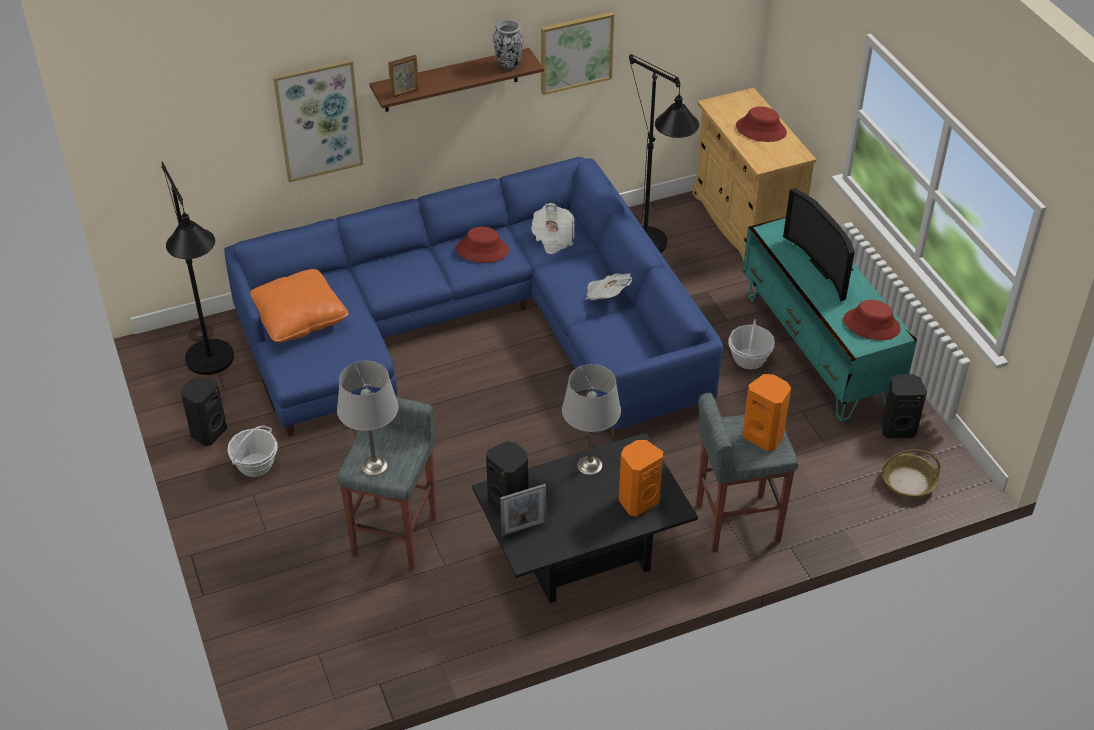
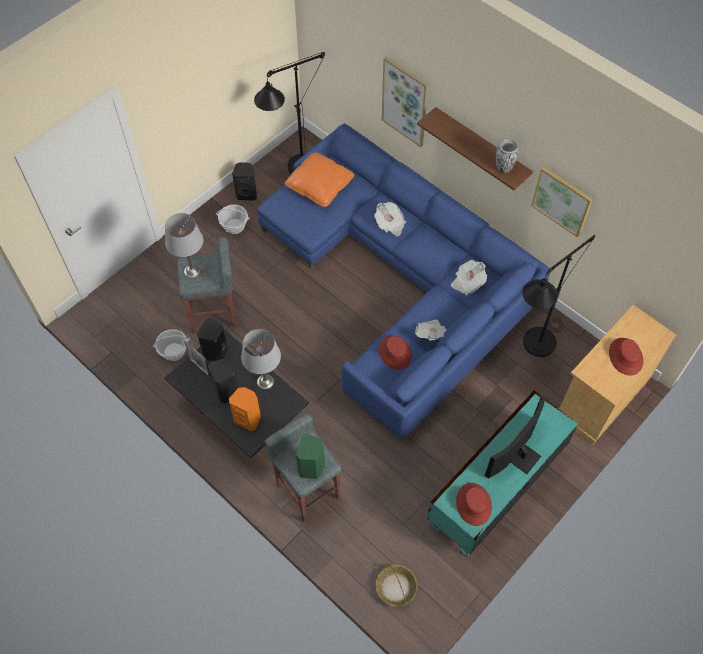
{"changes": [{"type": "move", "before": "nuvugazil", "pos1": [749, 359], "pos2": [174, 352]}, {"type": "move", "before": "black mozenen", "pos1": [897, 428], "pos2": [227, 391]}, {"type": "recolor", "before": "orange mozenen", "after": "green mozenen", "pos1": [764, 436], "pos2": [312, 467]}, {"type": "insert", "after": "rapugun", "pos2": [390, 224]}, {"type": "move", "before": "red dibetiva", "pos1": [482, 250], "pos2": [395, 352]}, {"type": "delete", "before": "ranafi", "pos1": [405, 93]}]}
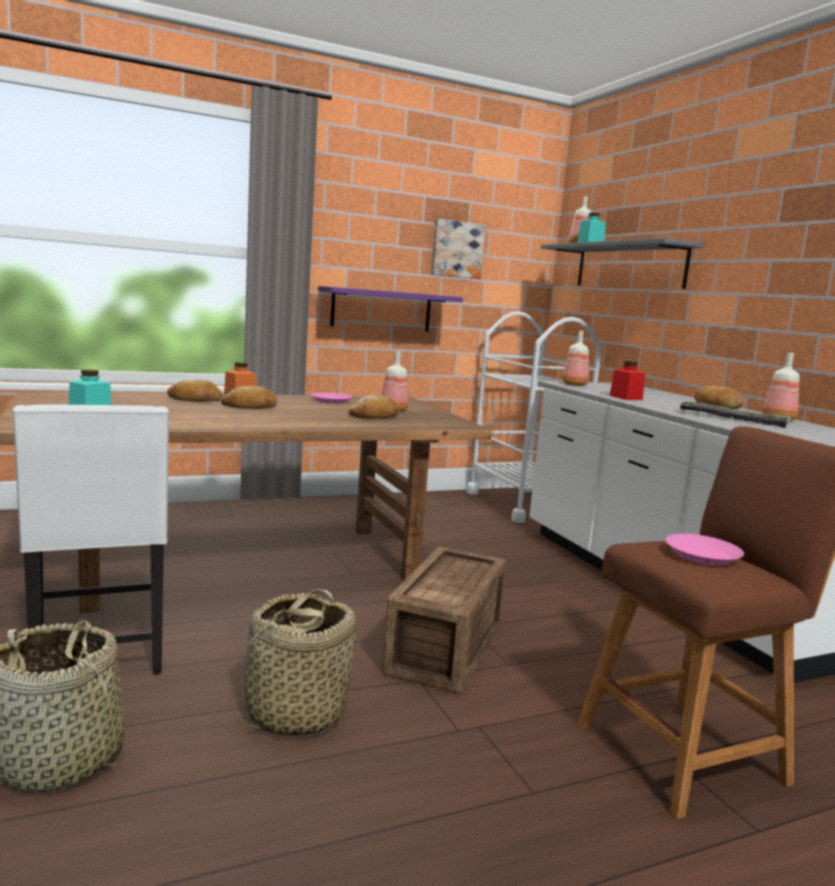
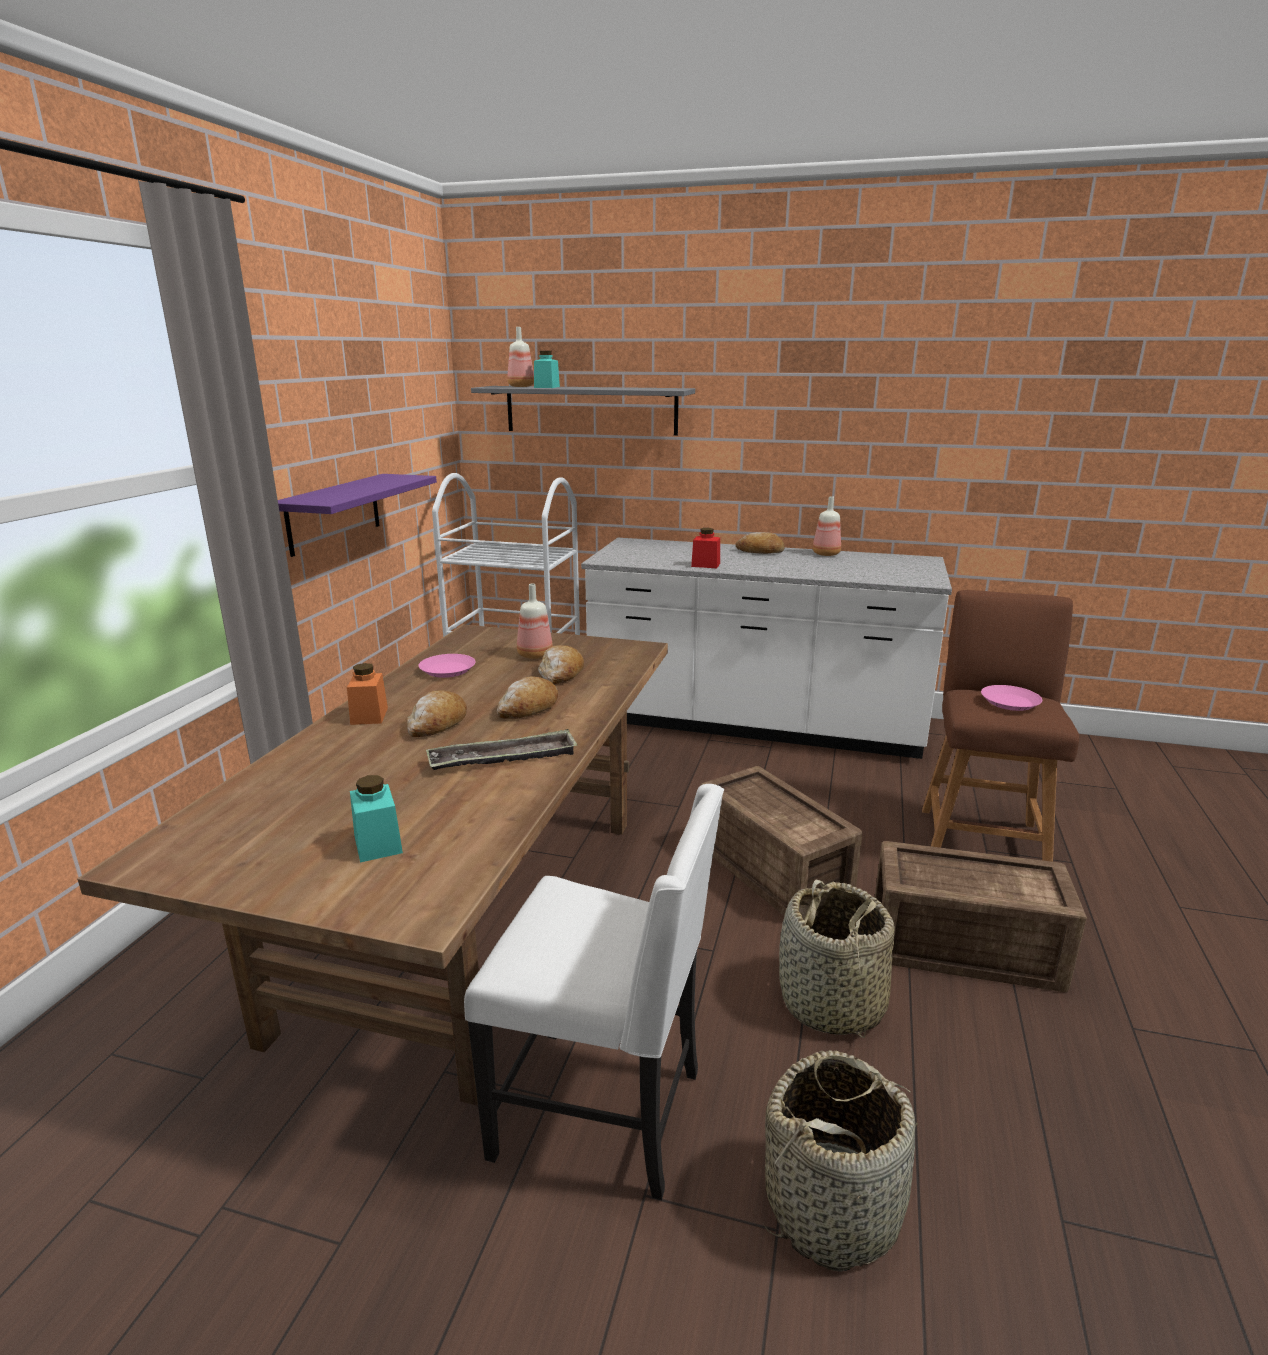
{"changes": [{"type": "move", "before": "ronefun", "pos1": [732, 419], "pos2": [503, 758]}, {"type": "move", "before": "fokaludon", "pos1": [195, 400], "pos2": [528, 708]}, {"type": "insert", "after": "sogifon", "pos2": [960, 946]}, {"type": "delete", "before": "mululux", "pos1": [456, 249]}, {"type": "delete", "before": "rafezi", "pos1": [574, 384]}]}
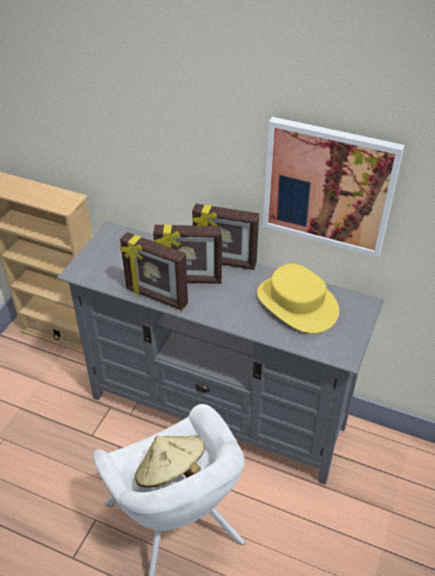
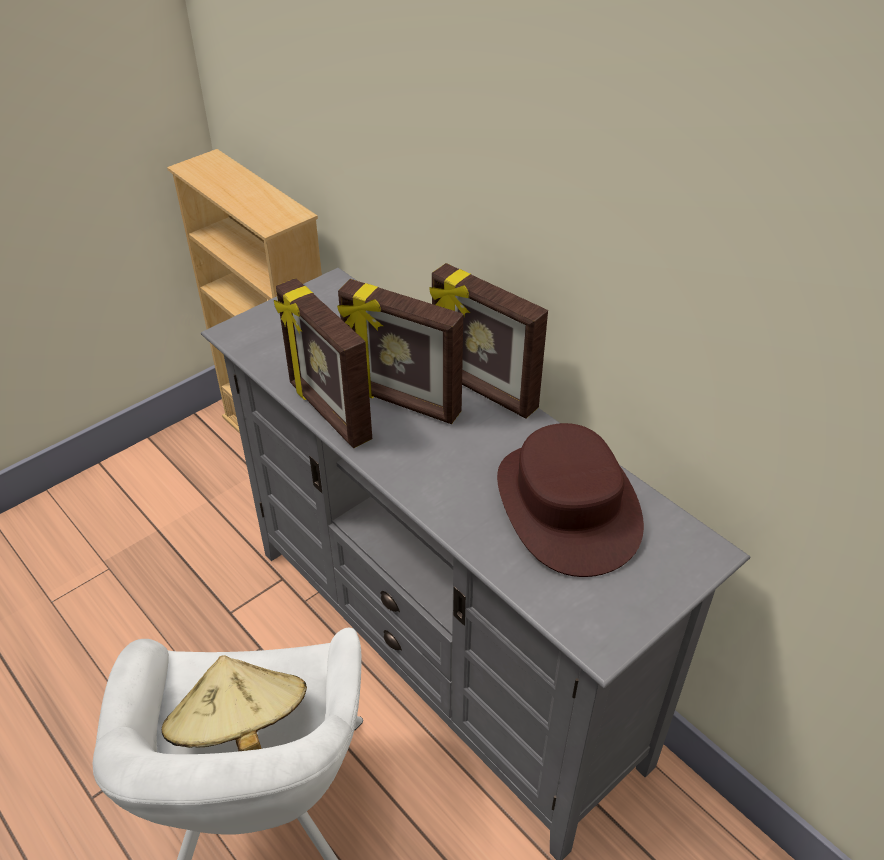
{"changes": [{"type": "recolor", "before": "yellow dibetiva", "after": "brown dibetiva", "pos1": [296, 304], "pos2": [566, 506]}, {"type": "delete", "before": "mululux", "pos1": [328, 186]}]}
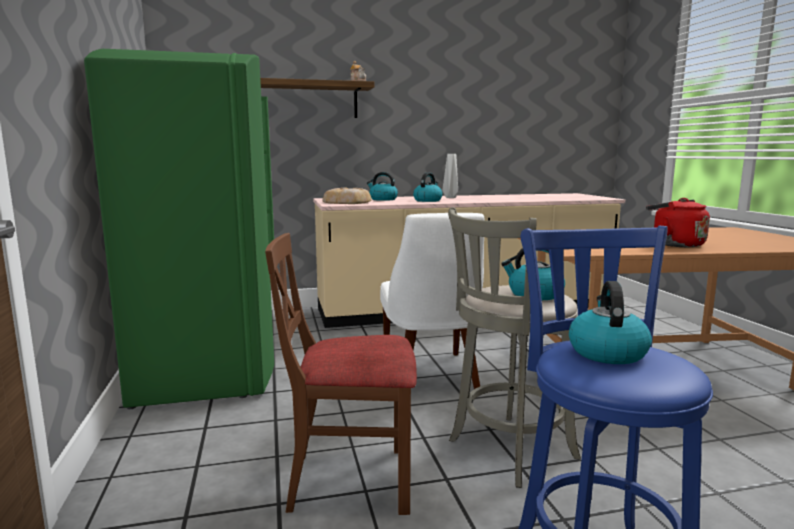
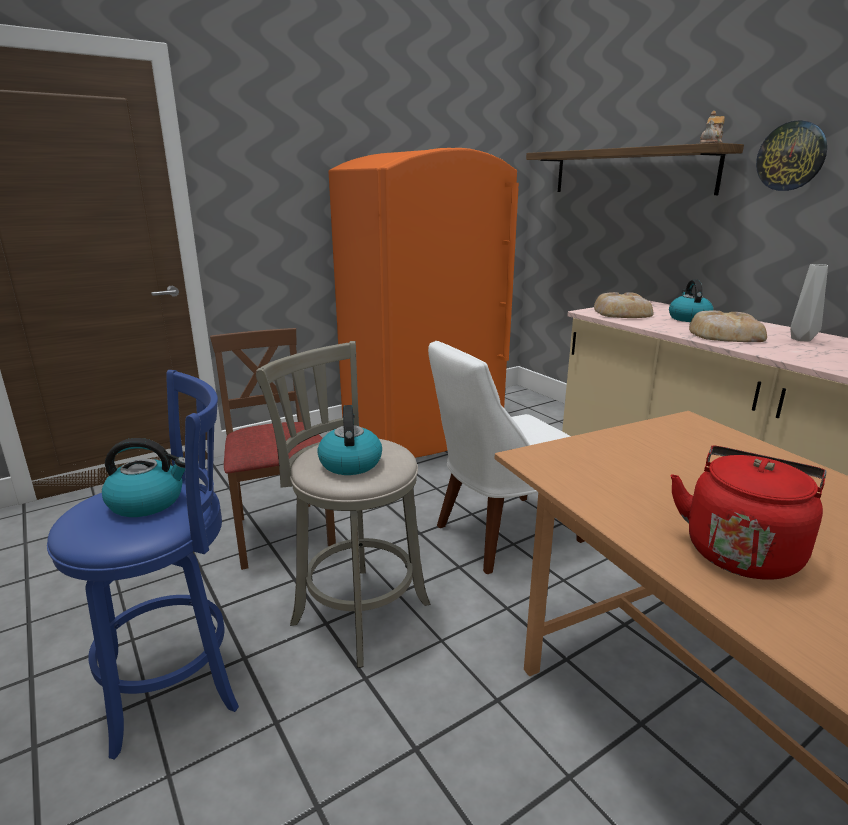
{"changes": [{"type": "recolor", "before": "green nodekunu", "after": "orange nodekunu", "pos1": [208, 370], "pos2": [424, 431]}, {"type": "replace", "before": "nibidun", "after": "fokaludon", "pos1": [428, 200], "pos2": [723, 334]}, {"type": "insert", "after": "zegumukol", "pos2": [791, 156]}]}
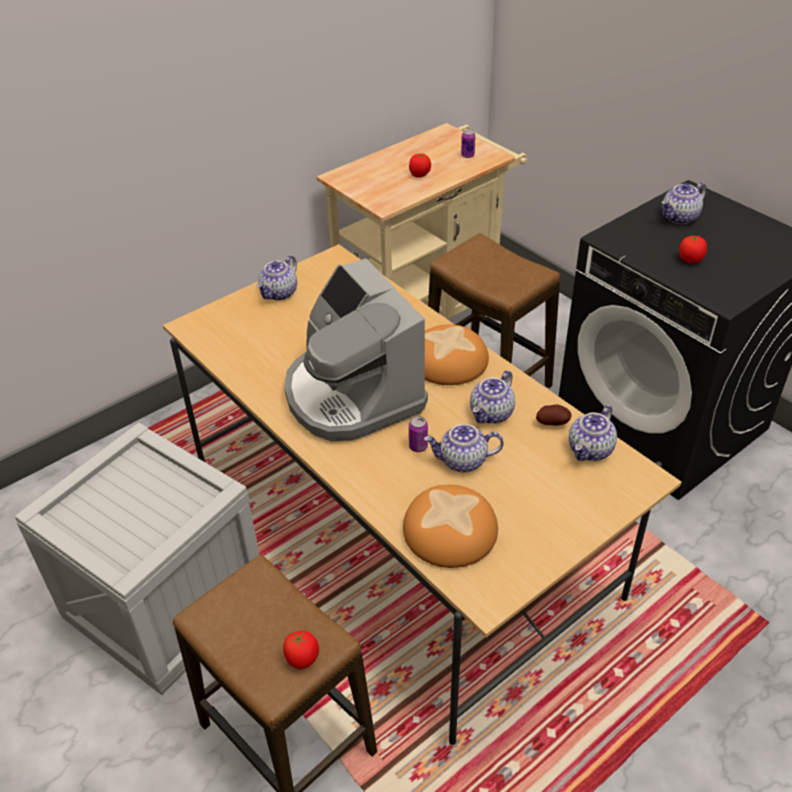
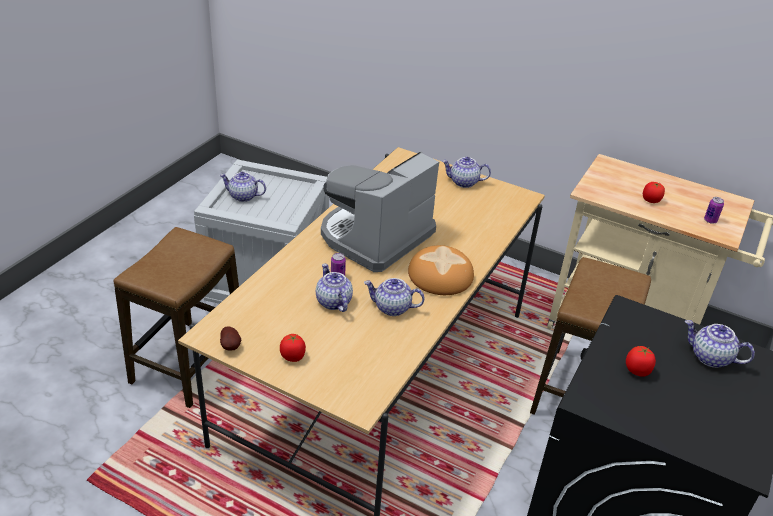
{"changes": [{"type": "move", "before": "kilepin", "pos1": [590, 450], "pos2": [243, 196]}, {"type": "move", "before": "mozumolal", "pos1": [552, 423], "pos2": [231, 346]}, {"type": "move", "before": "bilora", "pos1": [302, 658], "pos2": [293, 357]}, {"type": "delete", "before": "fokaludon", "pos1": [450, 531]}]}
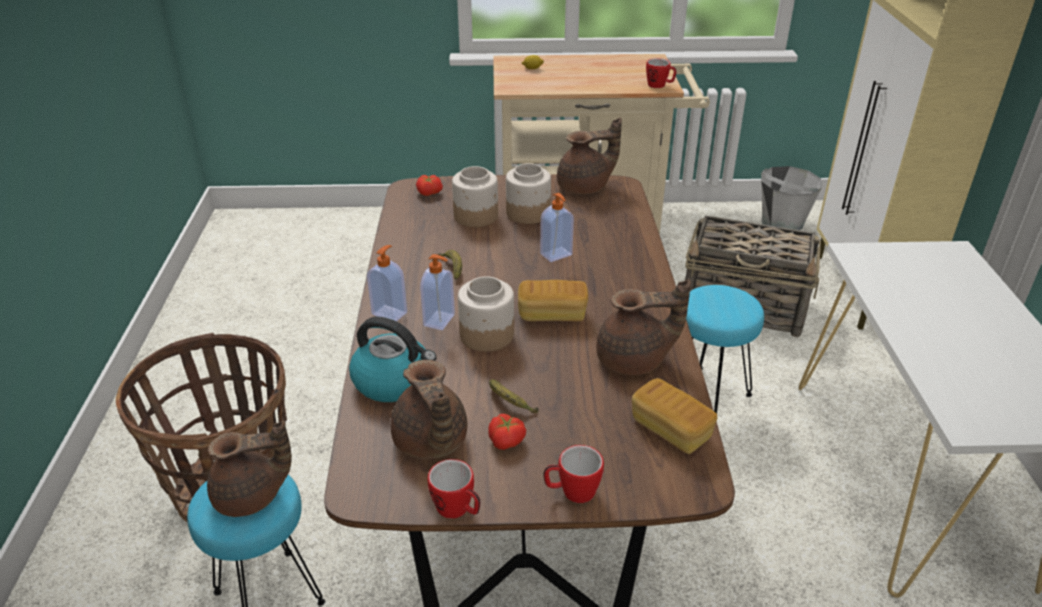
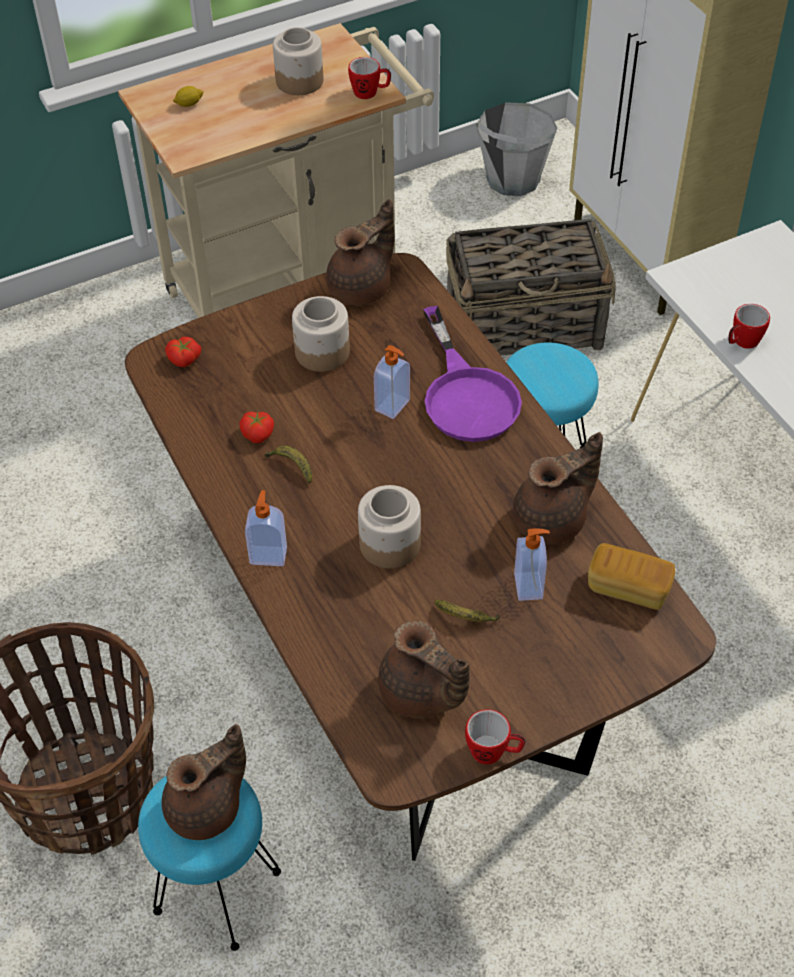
{"changes": [{"type": "move", "before": "bilora", "pos1": [507, 441], "pos2": [258, 434]}, {"type": "move", "before": "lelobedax", "pos1": [476, 216], "pos2": [300, 81]}, {"type": "insert", "after": "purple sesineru", "pos2": [467, 394]}, {"type": "move", "before": "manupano", "pos1": [440, 320], "pos2": [529, 586]}, {"type": "move", "before": "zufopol", "pos1": [572, 492], "pos2": [742, 342]}, {"type": "delete", "before": "nibidun", "pos1": [394, 381]}, {"type": "delete", "before": "fokaludon", "pos1": [552, 314]}]}
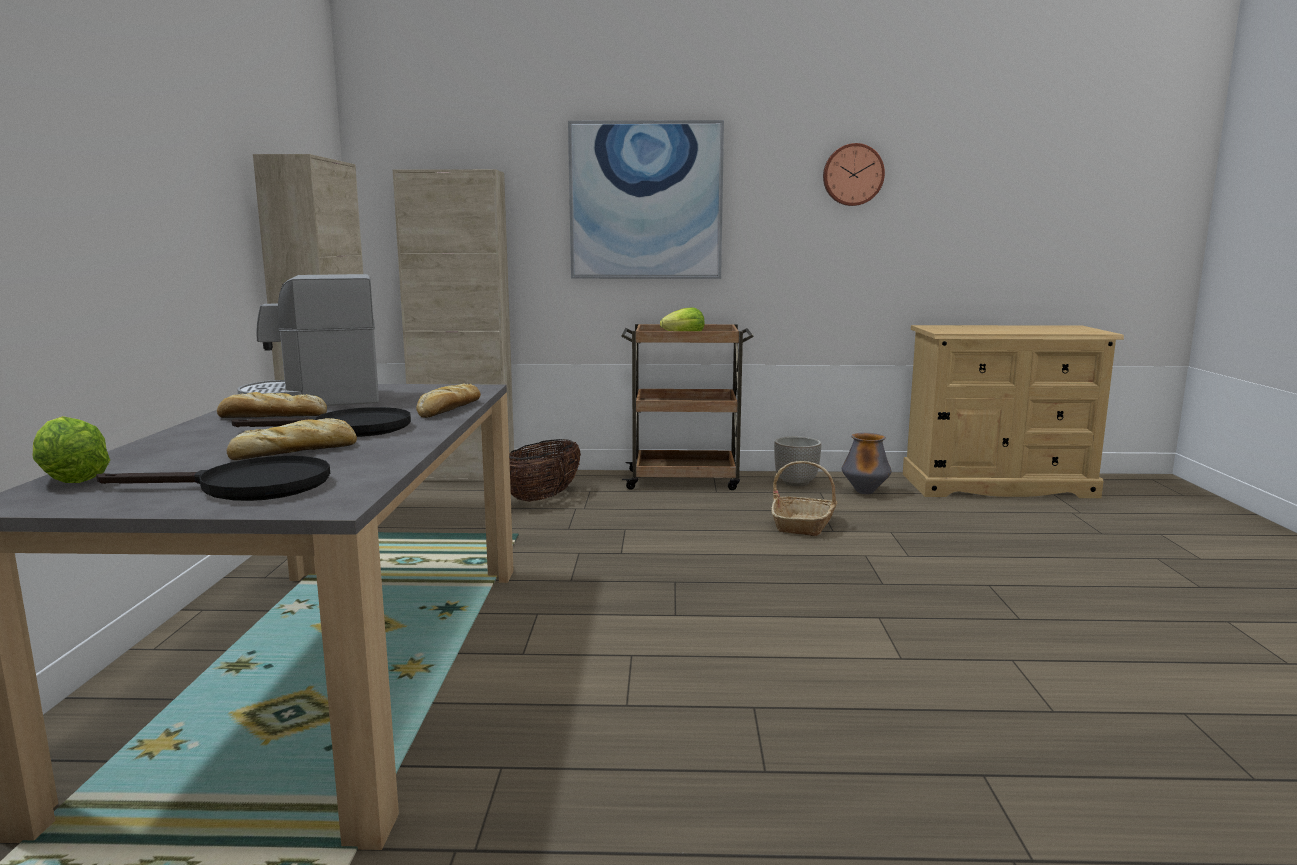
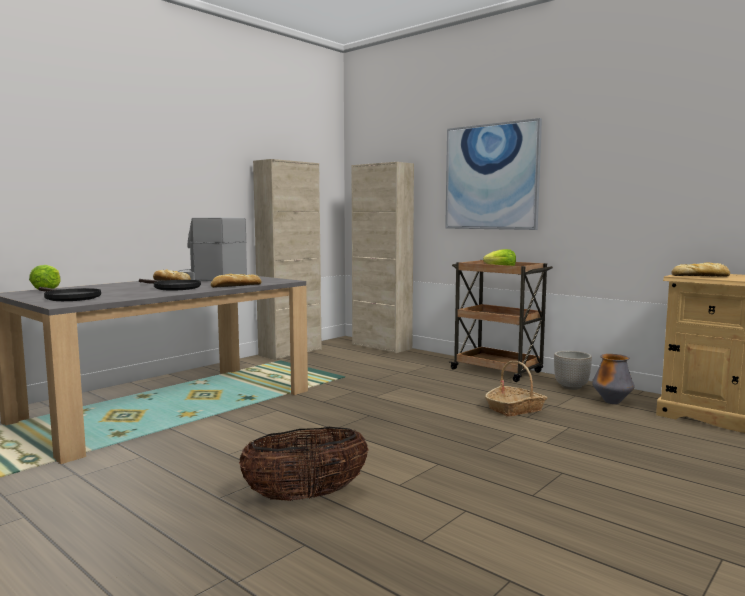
{"changes": [{"type": "move", "before": "nuvugazil", "pos1": [543, 498], "pos2": [306, 496]}, {"type": "move", "before": "fokaludon", "pos1": [297, 451], "pos2": [701, 276]}, {"type": "delete", "before": "zegumukol", "pos1": [852, 175]}]}
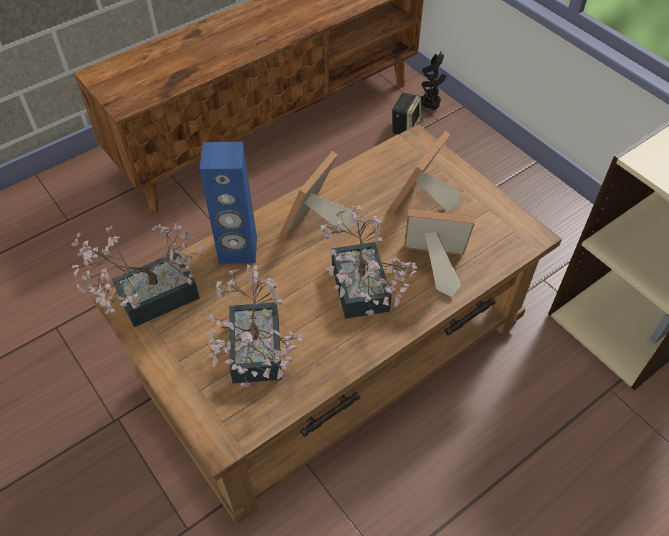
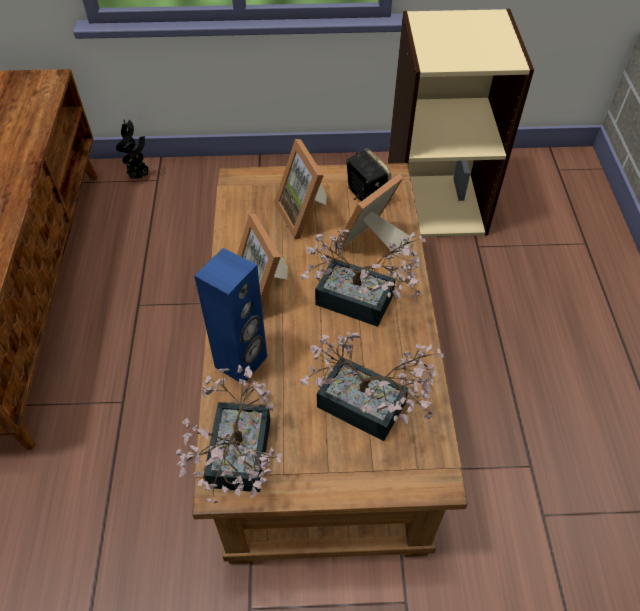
{"changes": [{"type": "move", "before": "mozenen", "pos1": [405, 126], "pos2": [366, 195]}]}
